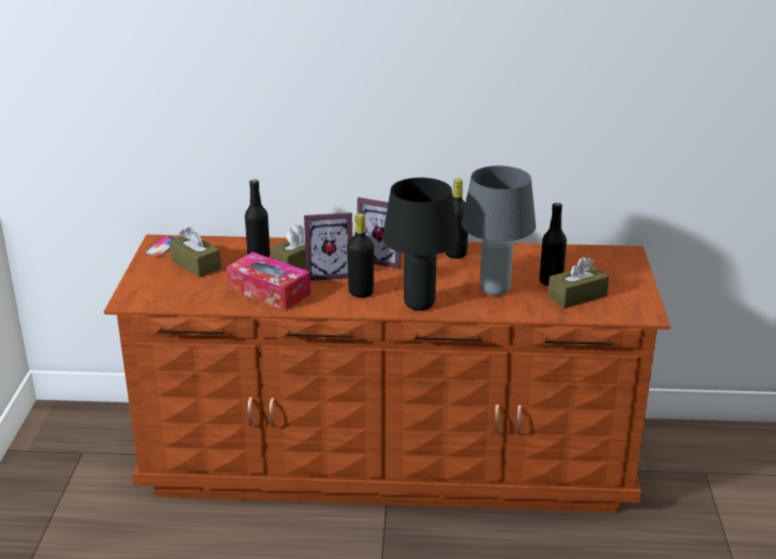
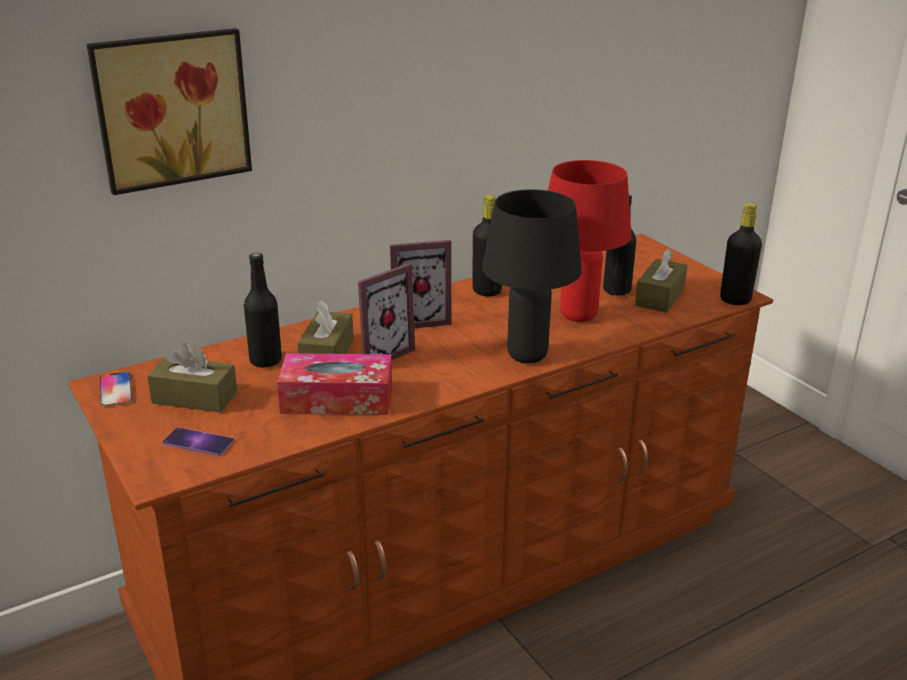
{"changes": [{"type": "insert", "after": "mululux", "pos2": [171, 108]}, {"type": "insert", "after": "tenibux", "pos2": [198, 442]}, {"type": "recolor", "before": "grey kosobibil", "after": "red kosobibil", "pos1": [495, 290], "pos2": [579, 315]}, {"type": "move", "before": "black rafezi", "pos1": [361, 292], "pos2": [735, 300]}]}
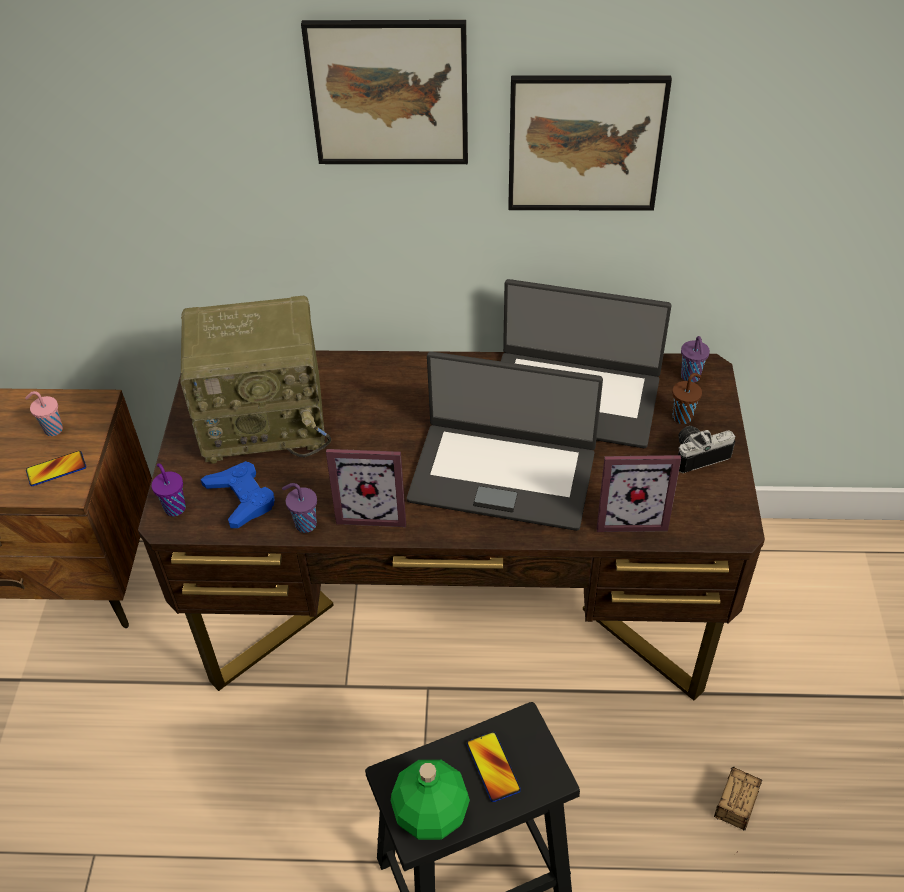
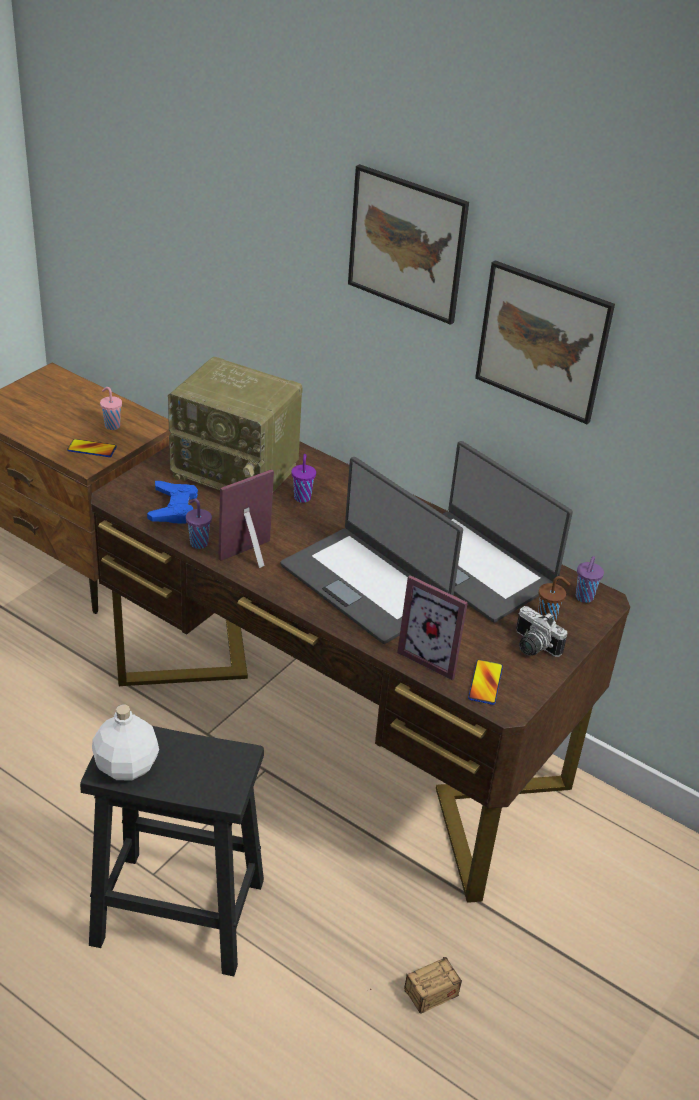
{"changes": [{"type": "recolor", "before": "green rafezi", "after": "white rafezi", "pos1": [431, 814], "pos2": [126, 767]}, {"type": "rotate", "before": "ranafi", "pos1": [373, 509], "pos2": [252, 558], "turn": 105}, {"type": "move", "before": "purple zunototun", "pos1": [174, 507], "pos2": [302, 497]}, {"type": "move", "before": "tenibux", "pos1": [493, 767], "pos2": [485, 683]}, {"type": "rotate", "before": "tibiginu", "pos1": [697, 453], "pos2": [532, 646], "turn": -150}]}
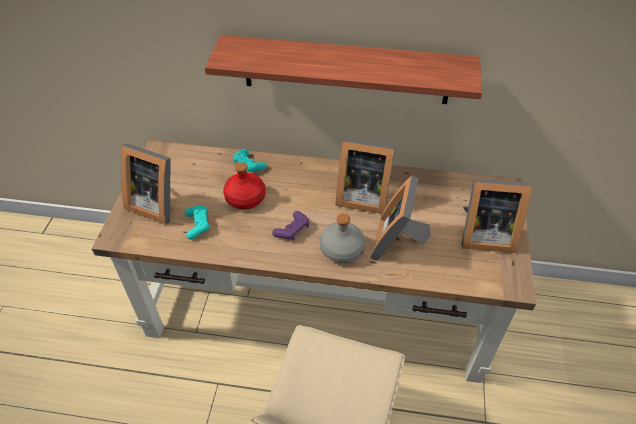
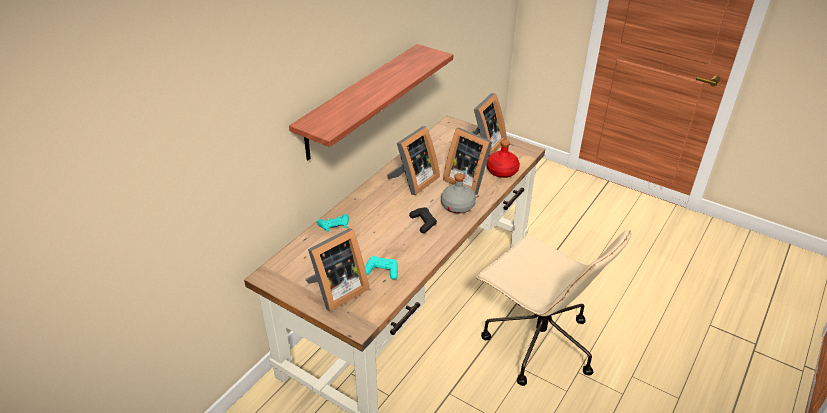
{"changes": [{"type": "recolor", "before": "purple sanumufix", "after": "black sanumufix", "pos1": [292, 230], "pos2": [423, 223]}, {"type": "move", "before": "red rafezi", "pos1": [246, 198], "pos2": [502, 171]}]}
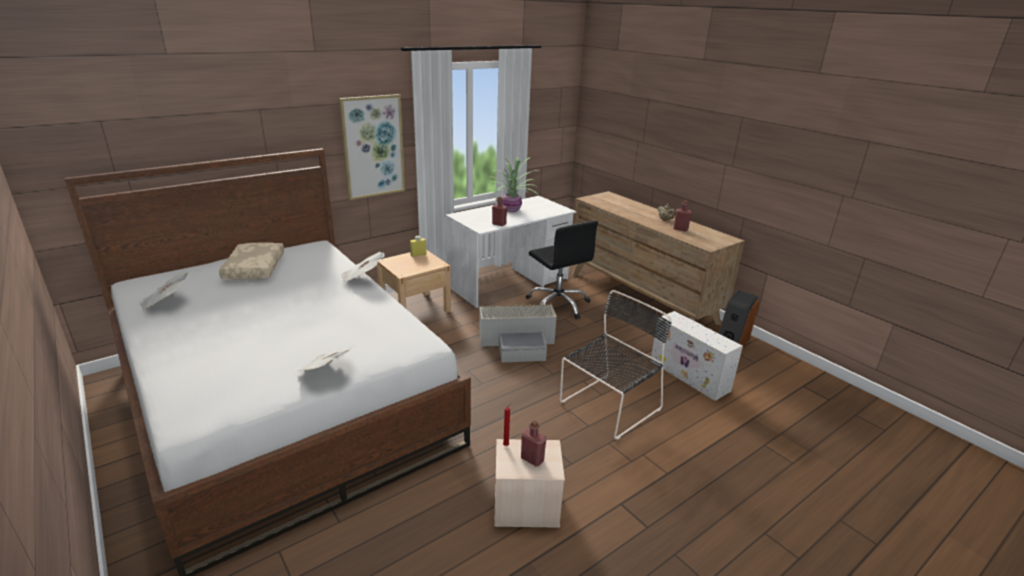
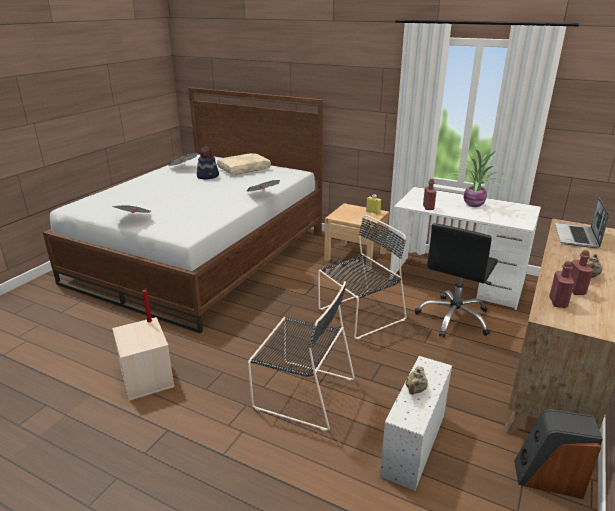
{"changes": [{"type": "insert", "after": "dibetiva", "pos2": [208, 176]}, {"type": "replace", "before": "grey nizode", "after": "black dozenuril", "pos1": [518, 342], "pos2": [359, 315]}, {"type": "insert", "after": "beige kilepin", "pos2": [415, 390]}, {"type": "move", "before": "red rafezi", "pos1": [532, 459], "pos2": [558, 302]}, {"type": "insert", "after": "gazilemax", "pos2": [577, 237]}, {"type": "delete", "before": "mululux", "pos1": [373, 147]}]}
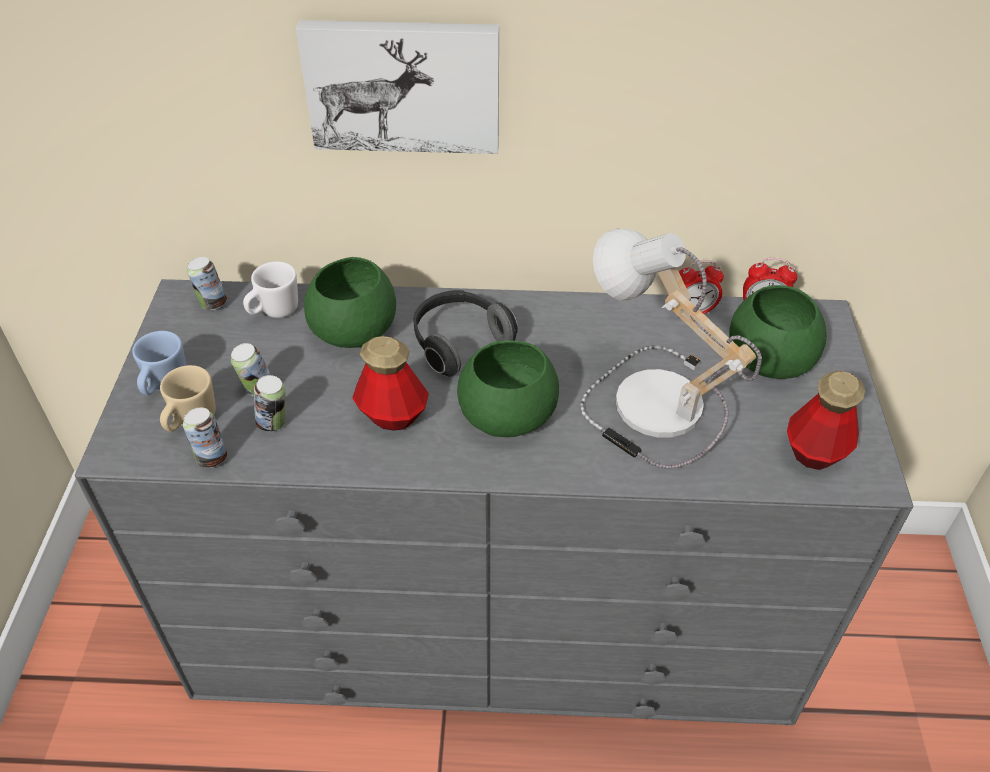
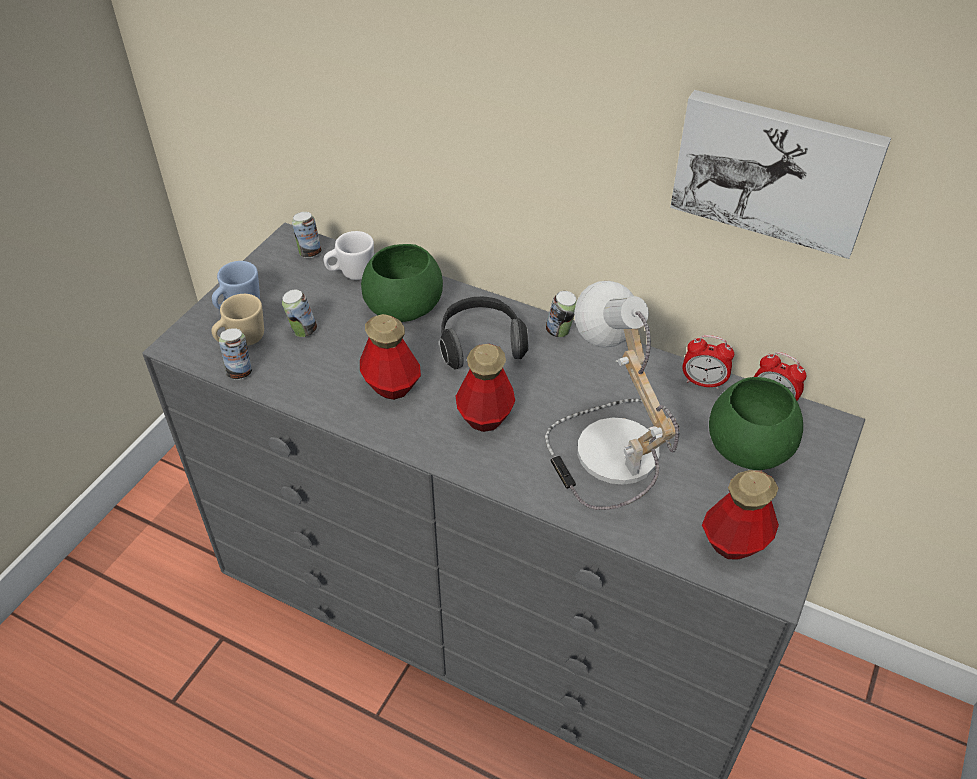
{"changes": [{"type": "replace", "before": "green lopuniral", "after": "rafezi", "pos1": [509, 413], "pos2": [485, 416]}, {"type": "move", "before": "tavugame", "pos1": [274, 423], "pos2": [560, 332]}, {"type": "move", "before": "mululux", "pos1": [403, 84], "pos2": [775, 170]}]}
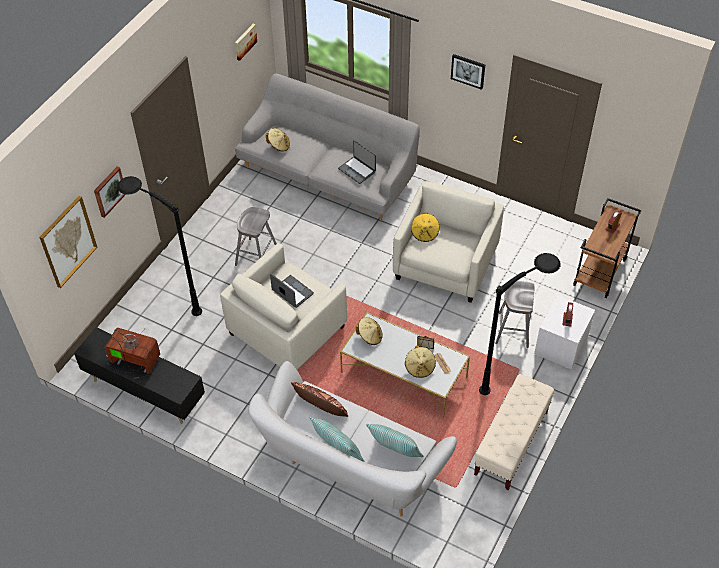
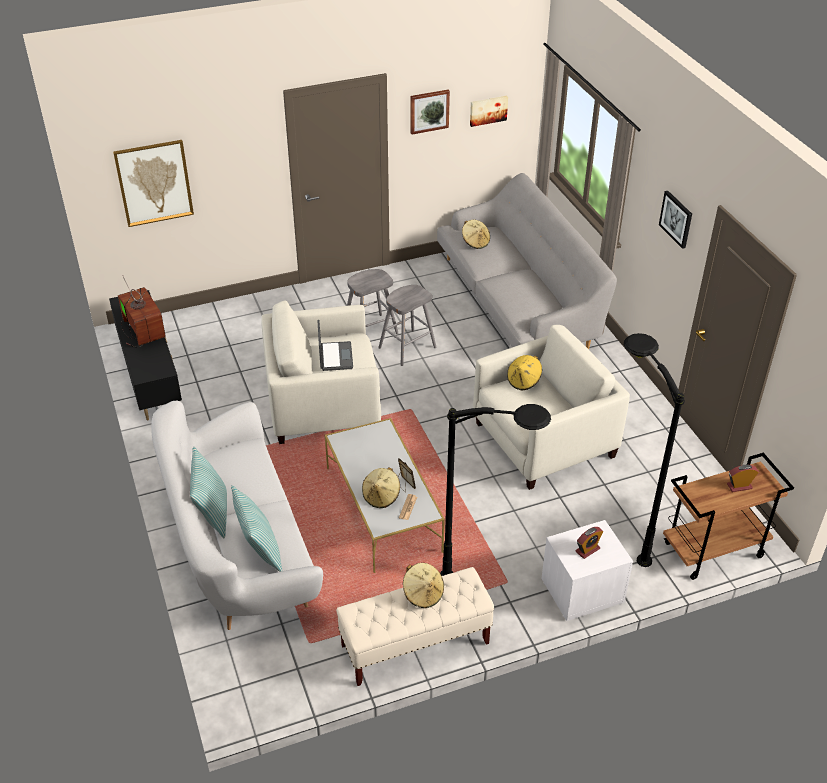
{"changes": [{"type": "move", "before": "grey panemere", "pos1": [513, 330], "pos2": [407, 348]}, {"type": "move", "before": "beige dibetiva", "pos1": [370, 336], "pos2": [423, 594]}, {"type": "move", "before": "mululux", "pos1": [109, 191], "pos2": [429, 111]}, {"type": "move", "before": "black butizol", "pos1": [168, 299], "pos2": [620, 527]}, {"type": "delete", "before": "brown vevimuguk", "pos1": [320, 407]}, {"type": "delete", "before": "gazilemax", "pos1": [357, 170]}]}
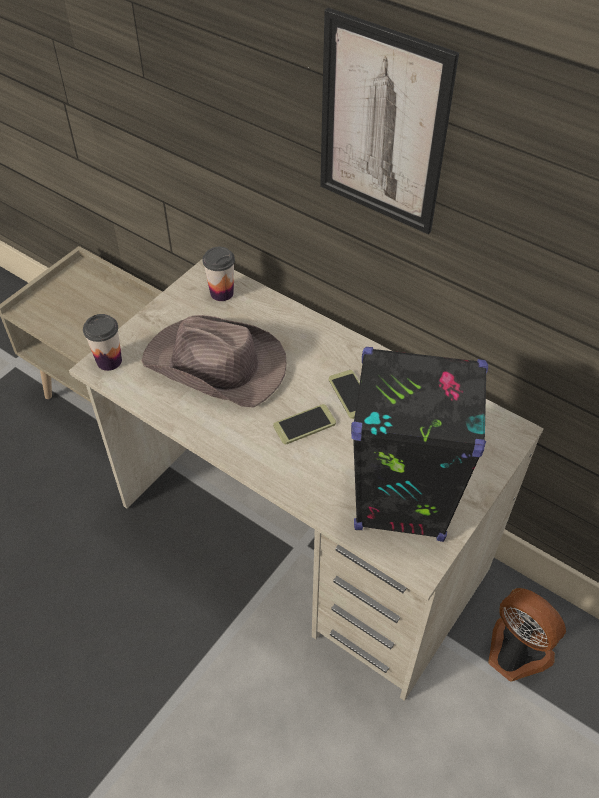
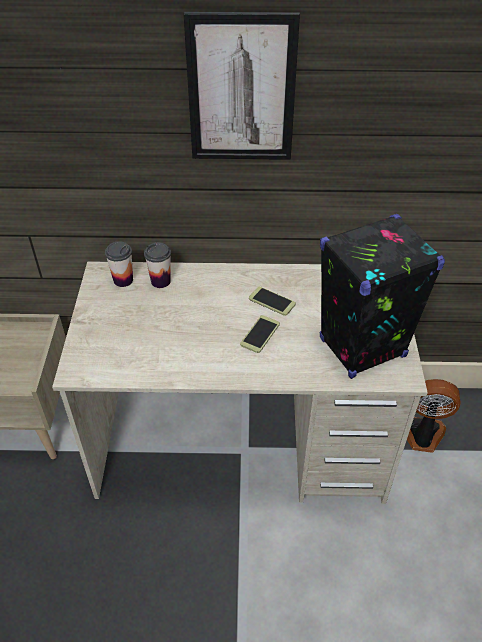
{"changes": [{"type": "move", "before": "zunototun", "pos1": [109, 361], "pos2": [160, 281]}, {"type": "delete", "before": "brown dibetiva", "pos1": [216, 366]}]}
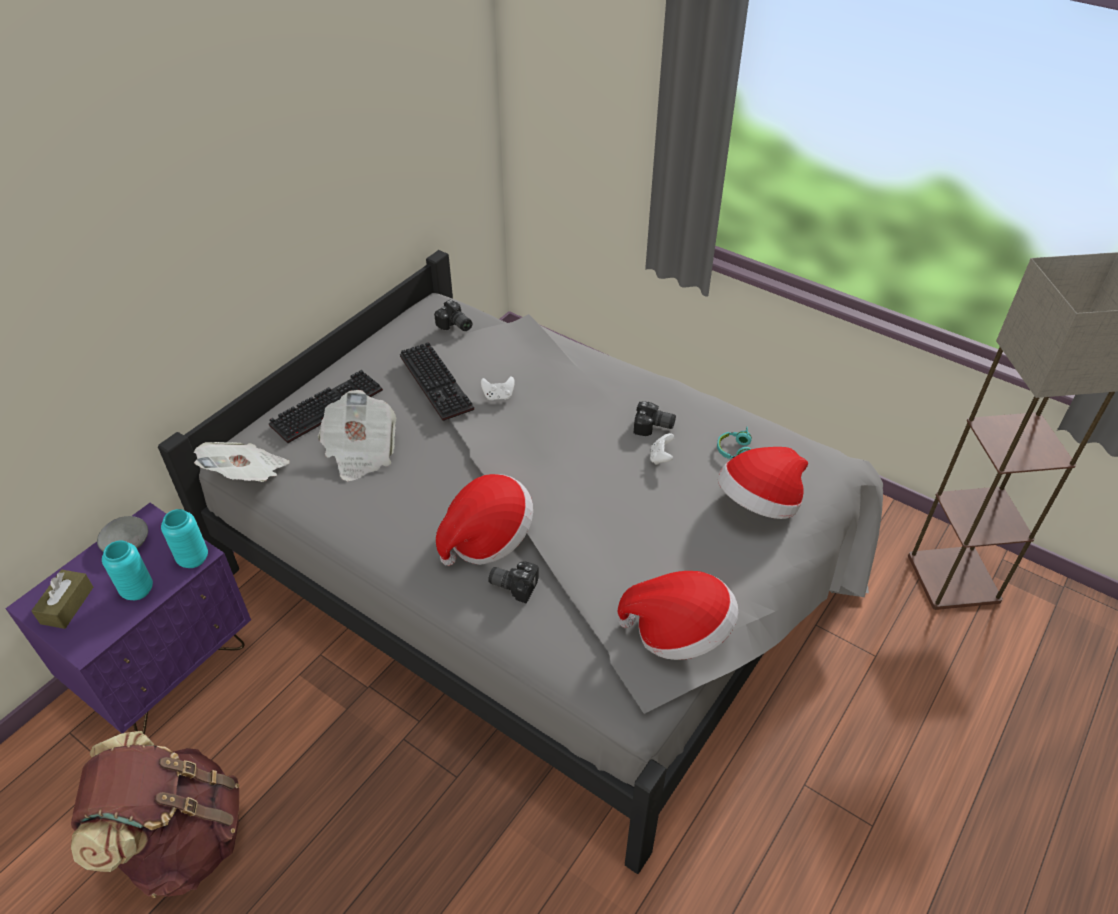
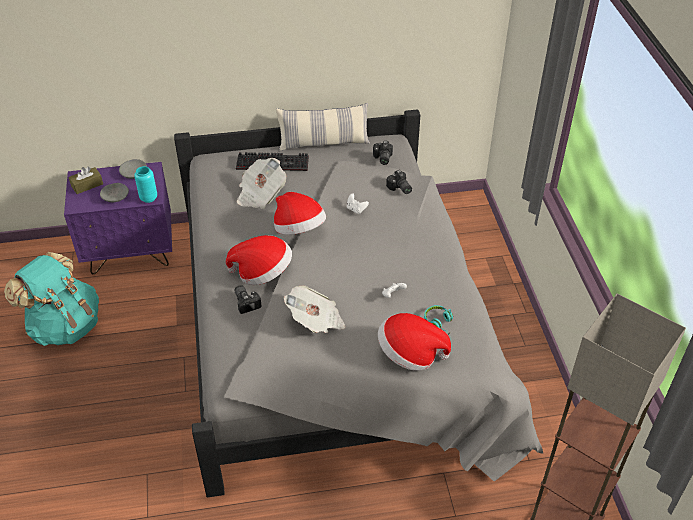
{"changes": [{"type": "recolor", "before": "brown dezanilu", "after": "turquoise dezanilu", "pos1": [181, 839], "pos2": [65, 326]}, {"type": "replace", "before": "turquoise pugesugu", "after": "grey lopuniral", "pos1": [138, 590], "pos2": [115, 197]}, {"type": "move", "before": "dibetiva", "pos1": [678, 631], "pos2": [299, 230]}, {"type": "insert", "after": "vevimuguk", "pos2": [324, 143]}, {"type": "move", "before": "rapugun", "pos1": [248, 476], "pos2": [316, 321]}, {"type": "move", "before": "tibiginu", "pos1": [653, 427], "pos2": [399, 188]}, {"type": "delete", "before": "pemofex", "pos1": [439, 383]}]}
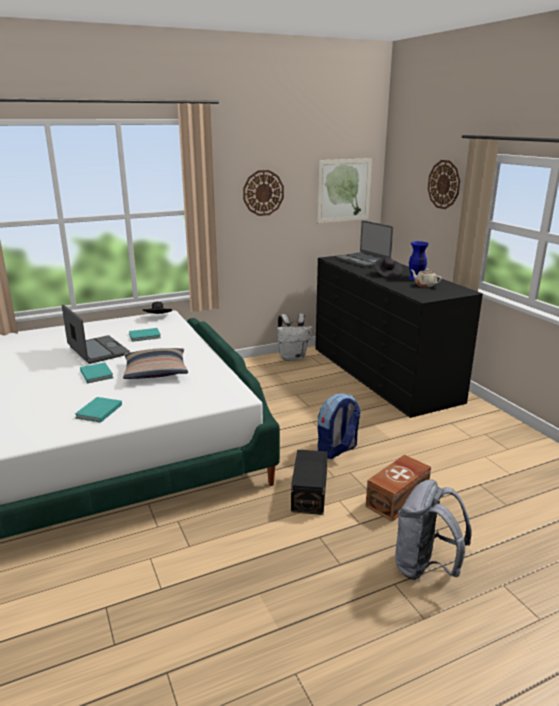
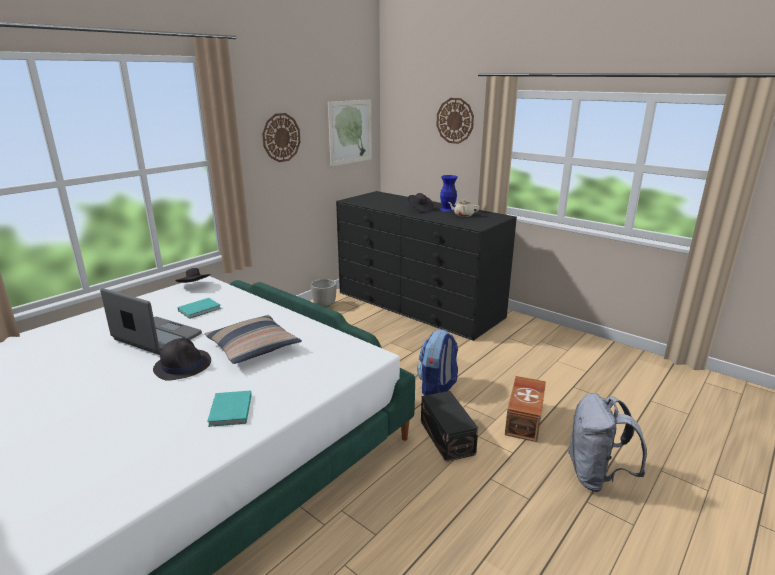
{"changes": [{"type": "replace", "before": "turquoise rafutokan", "after": "black dibetiva", "pos1": [97, 374], "pos2": [183, 365]}, {"type": "replace", "before": "white dezanilu", "after": "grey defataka", "pos1": [292, 357], "pos2": [324, 305]}, {"type": "delete", "before": "gazilemax", "pos1": [363, 260]}]}
